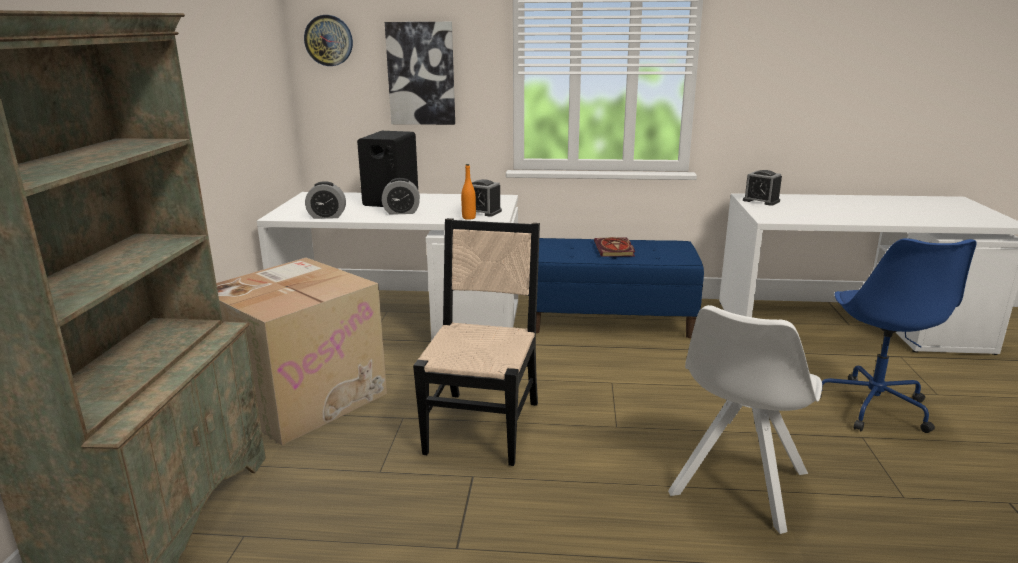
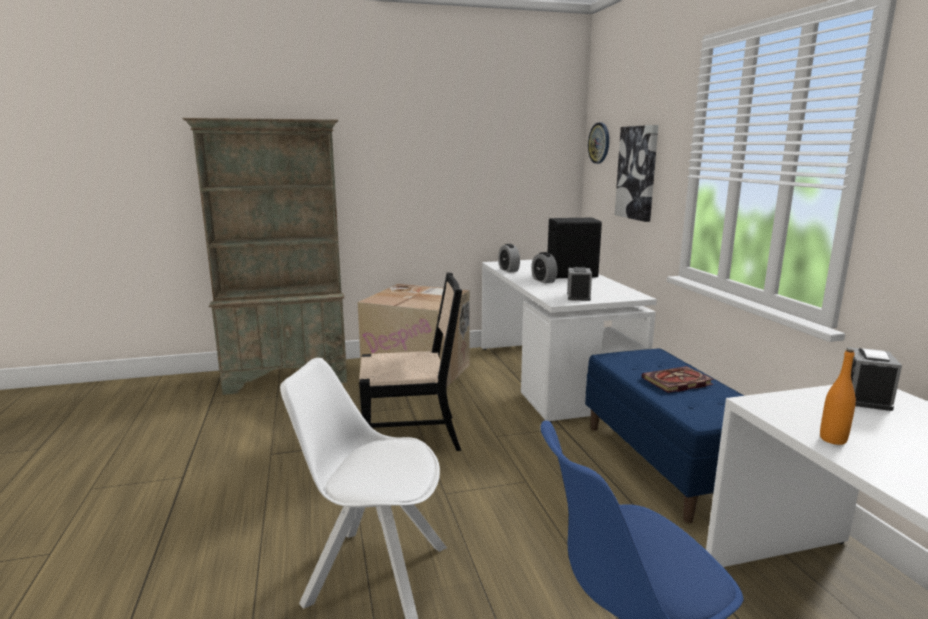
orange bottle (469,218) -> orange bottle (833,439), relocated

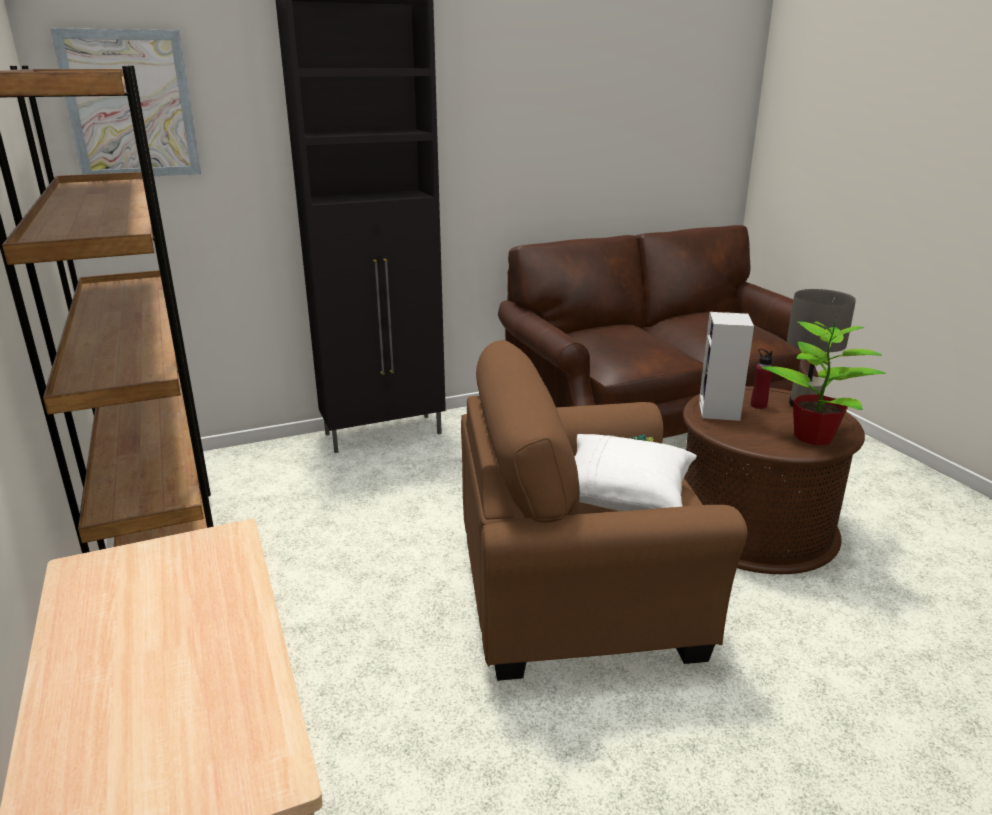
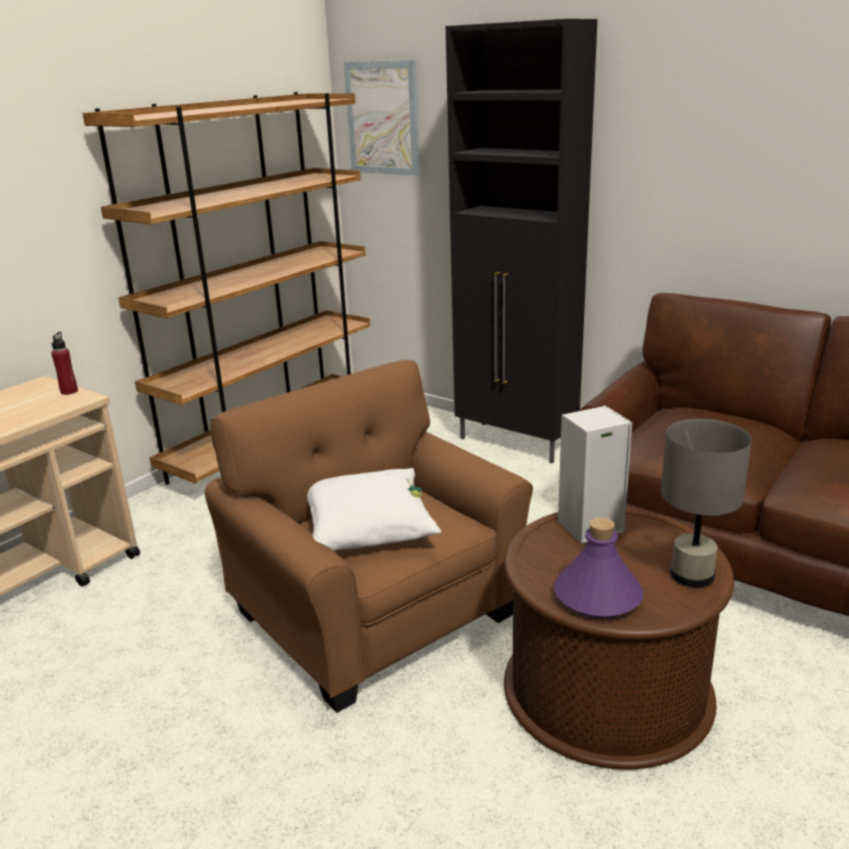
red bottle (758,405) -> red bottle (69,391), relocated
potted plant (815,437) -> purple bottle (596,596)

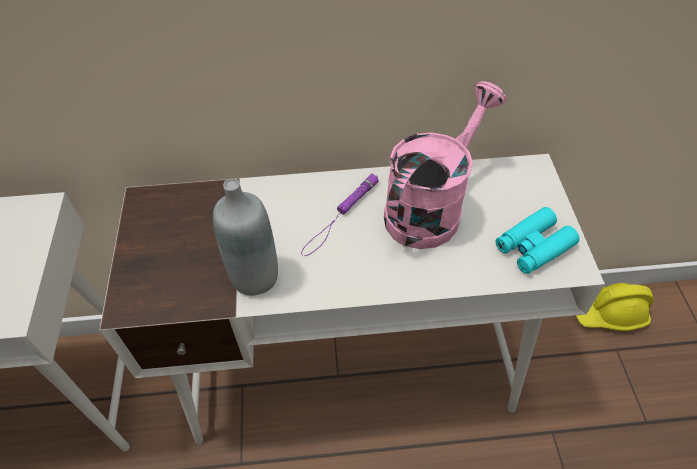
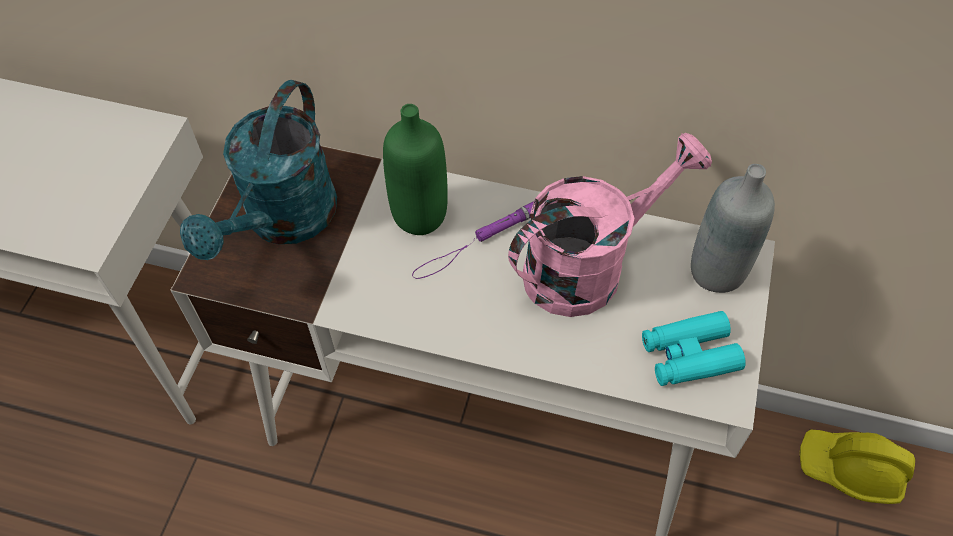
none -> turquoise watering can (283,222)
none -> green bottle (419,215)
grey bottle (255,277) -> grey bottle (716,271), relocated

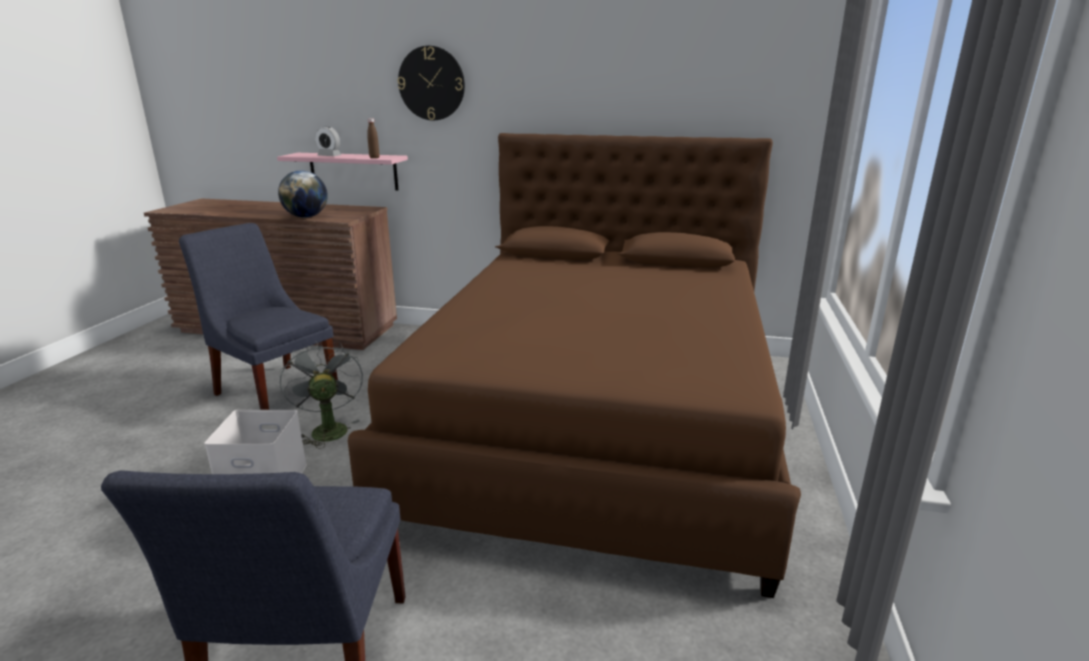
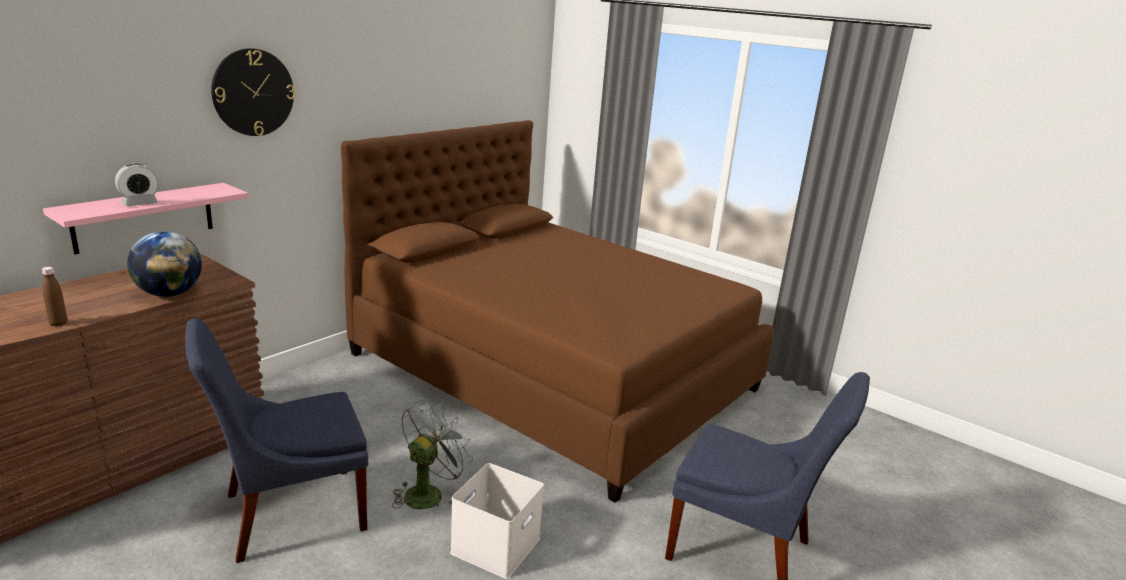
brown bottle (374,158) -> brown bottle (58,323), relocated
grey fan (327,429) -> grey fan (428,492), 120 degrees clockwise

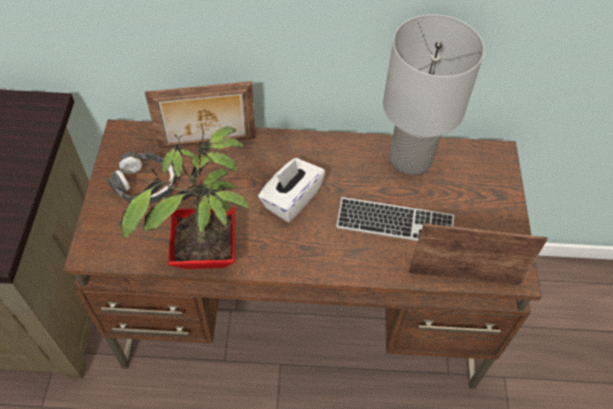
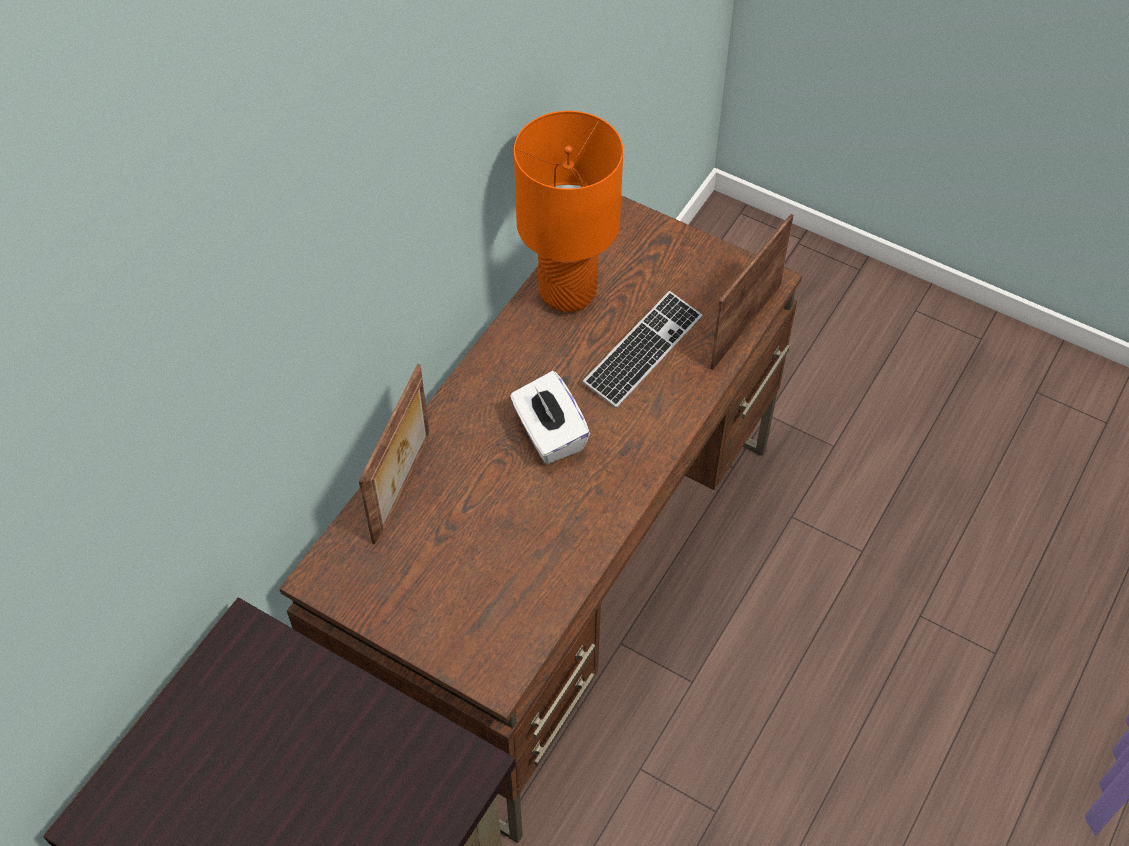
grey table lamp (410,162) -> orange table lamp (569,295)
headphones (145,184) -> none
potted plant (205,256) -> none

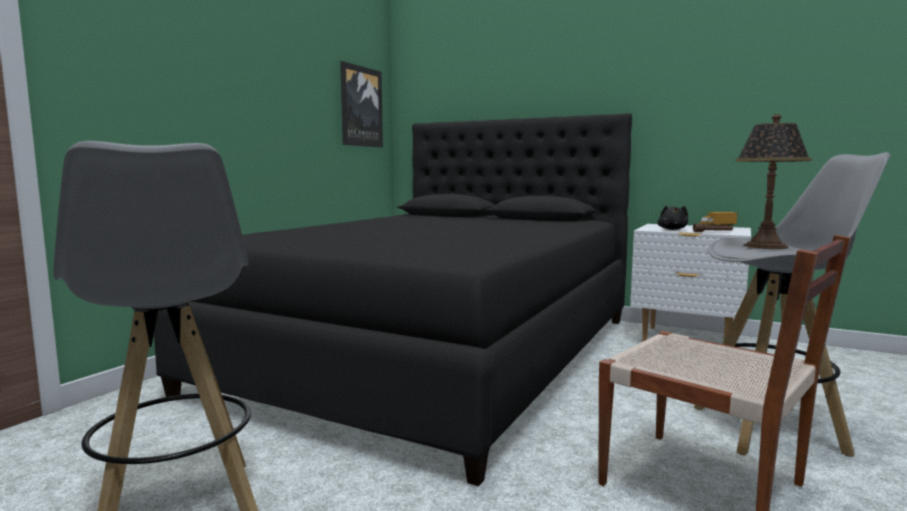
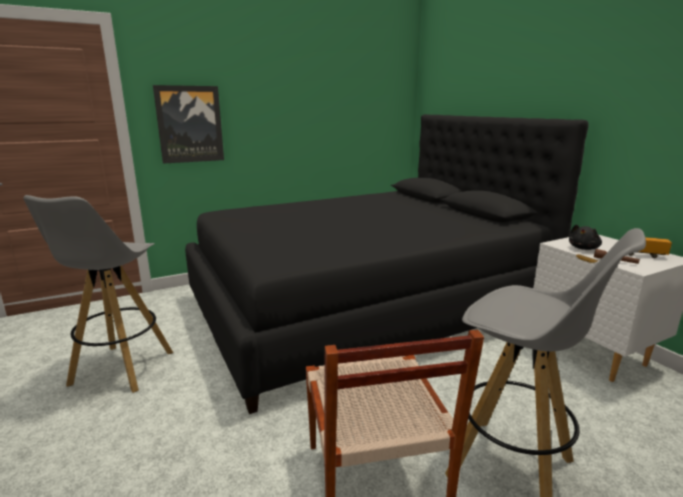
picture (360,107) -> picture (190,124), relocated
table lamp (765,246) -> none

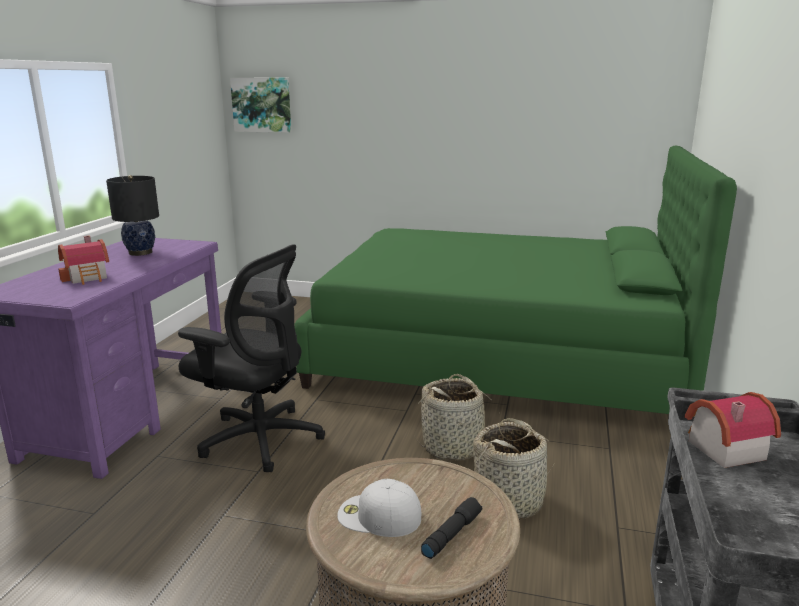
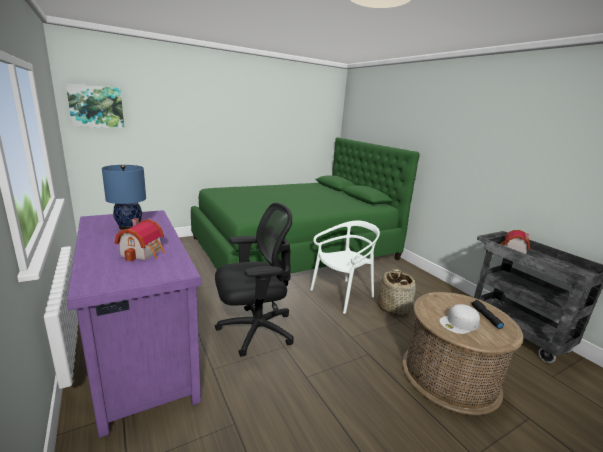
black table lamp (140,252) -> blue table lamp (129,227)
basket (453,447) -> white chair (342,295)

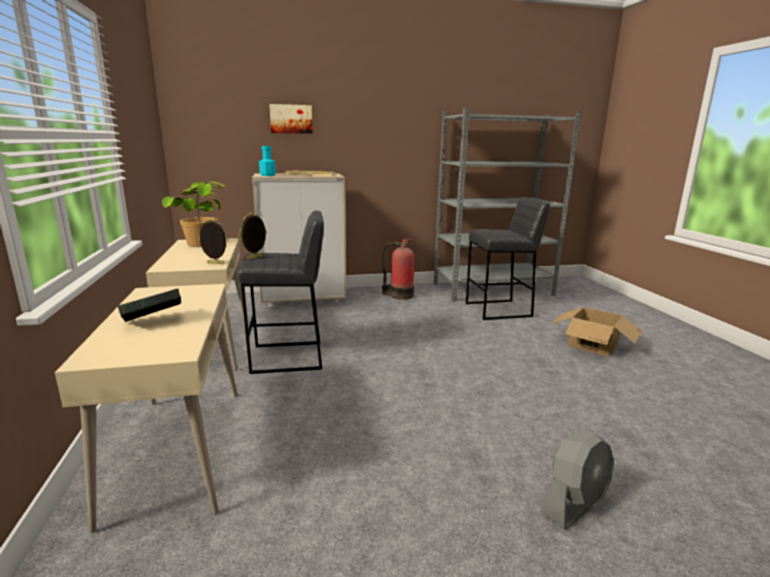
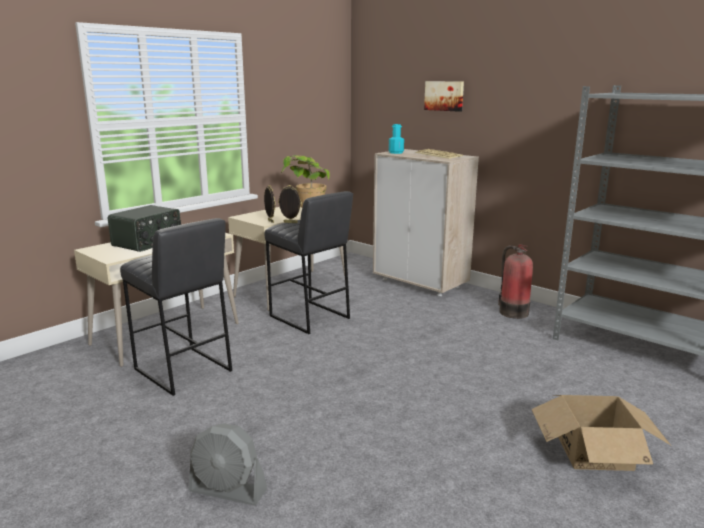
book (153,322) -> radio (148,243)
grey stool (499,310) -> grey stool (184,370), relocated

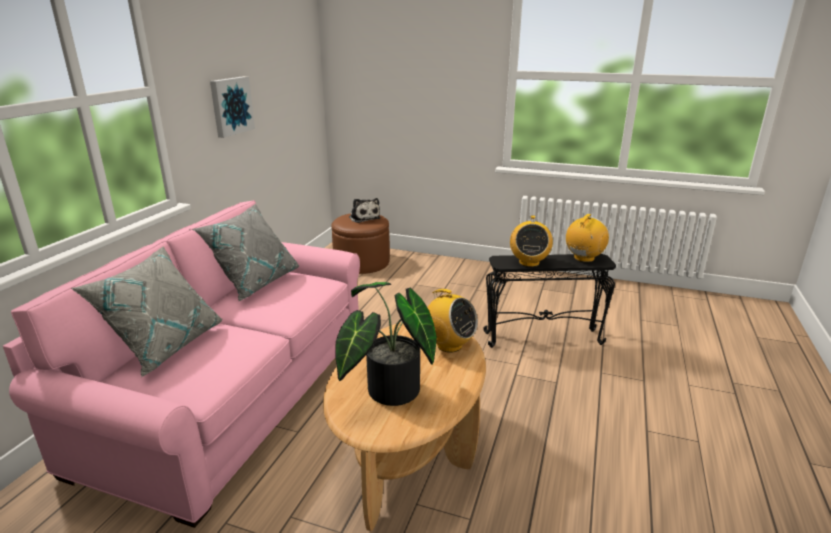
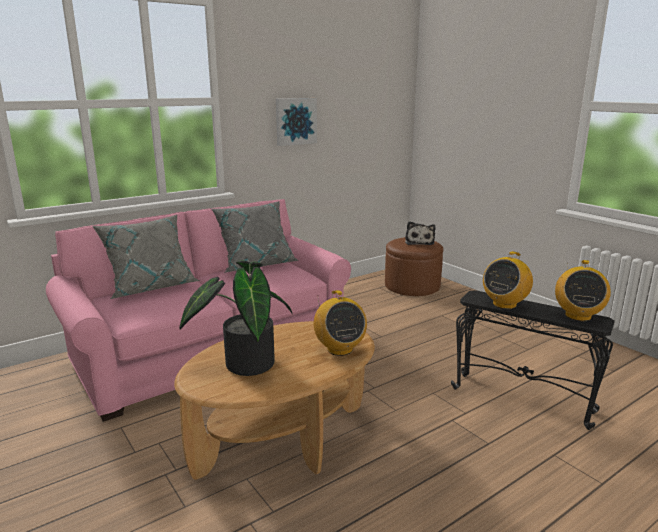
radio (584,258) -> radio (577,316), 120 degrees clockwise

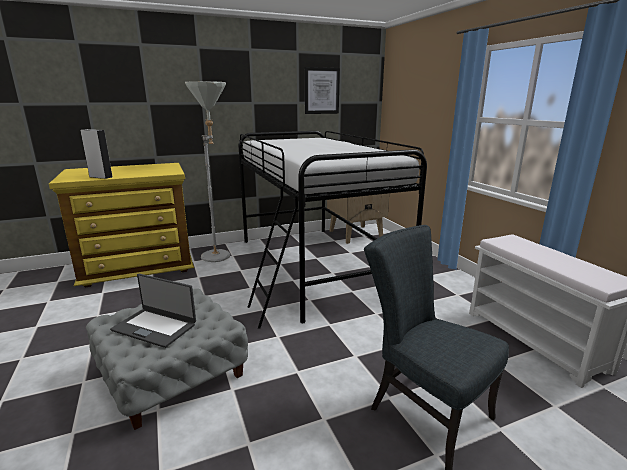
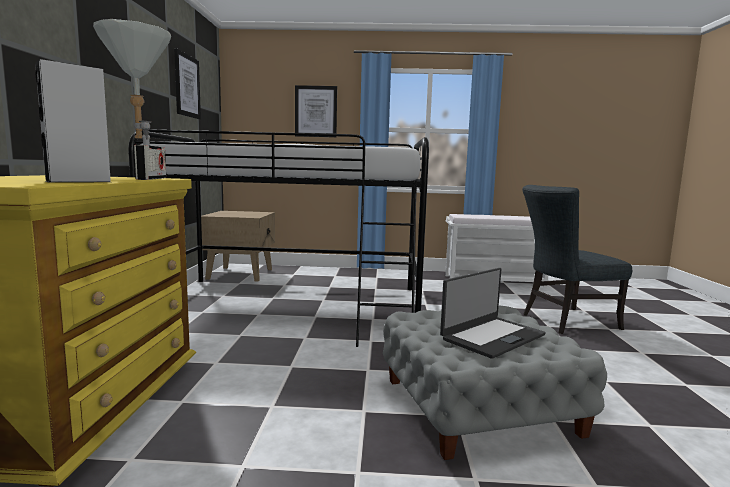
none -> radio (152,179)
none -> picture (316,111)

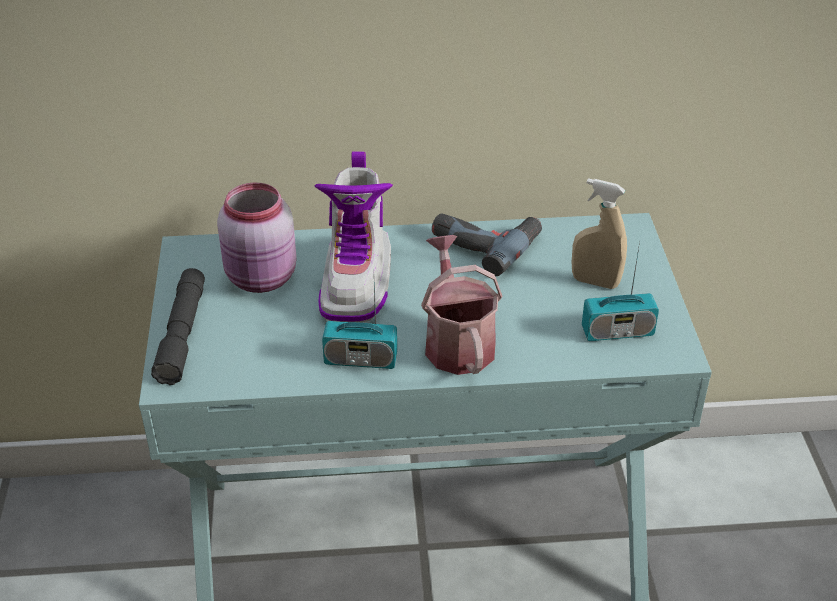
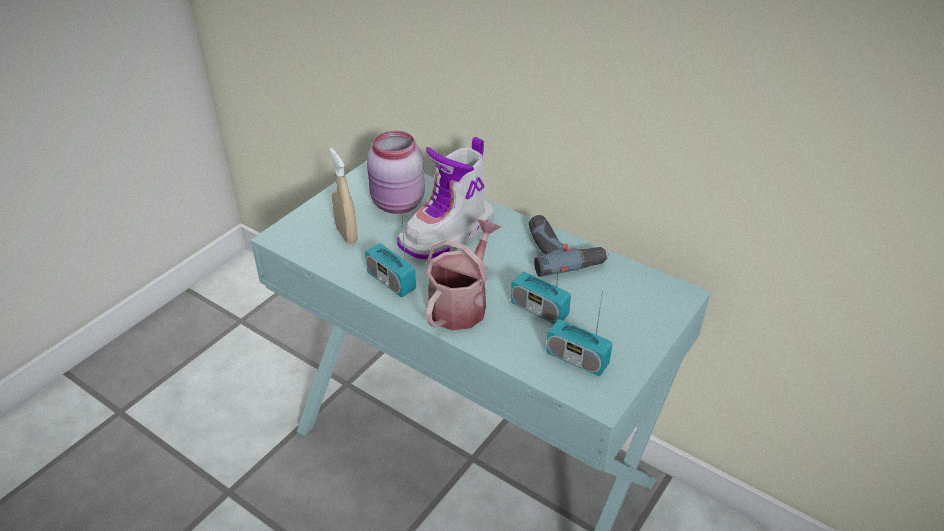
beige spray bottle (595,282) -> beige spray bottle (346,235), relocated
none -> radio (539,310)
grey flashlight (182,334) -> none

